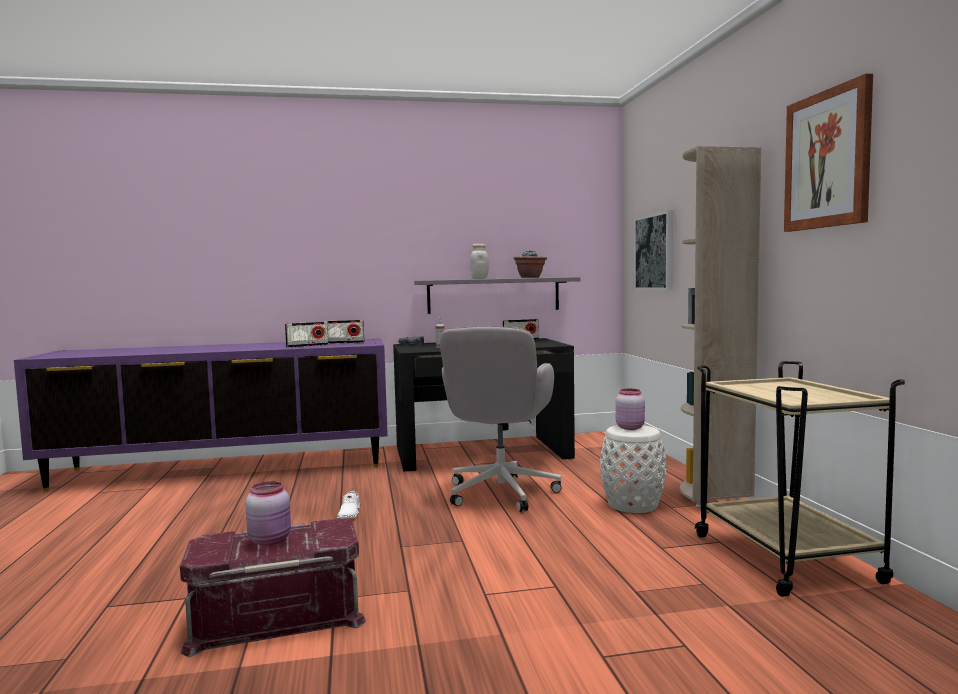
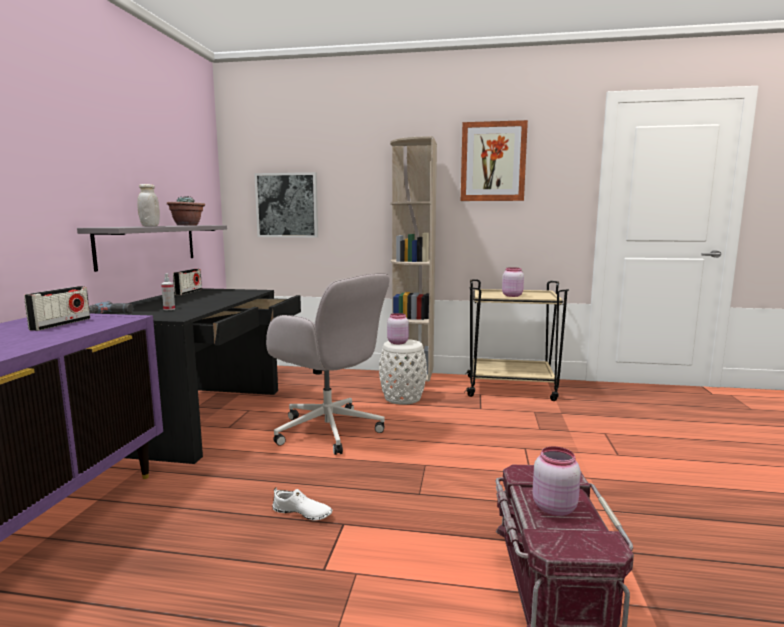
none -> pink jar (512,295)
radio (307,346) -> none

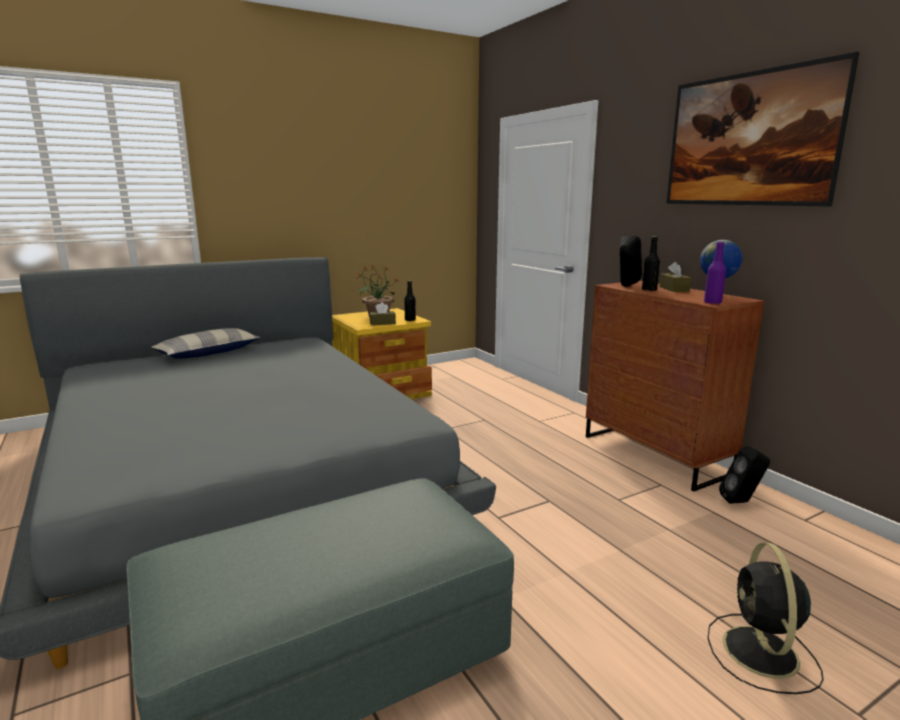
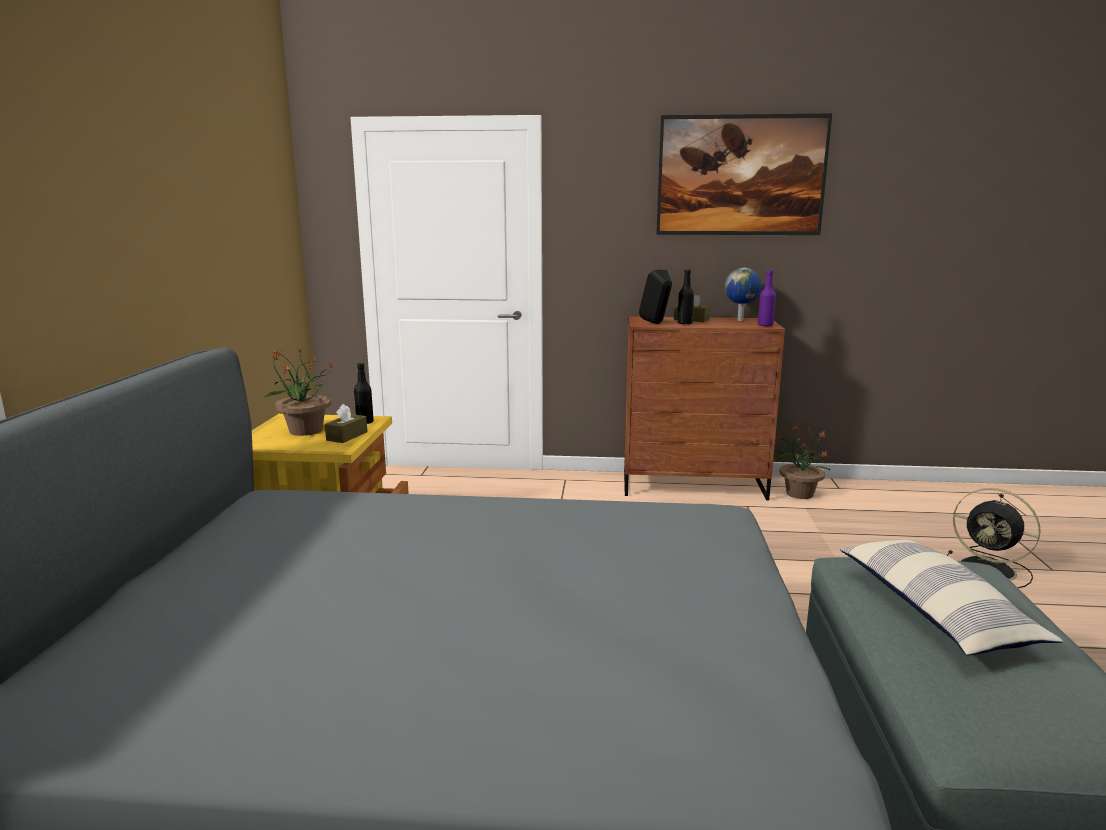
black speaker (741,502) -> potted plant (799,493)
pillow (208,353) -> pillow (933,611), relocated

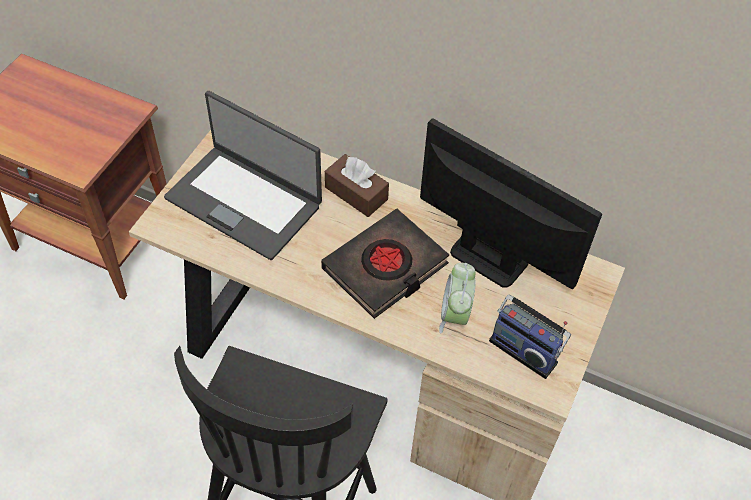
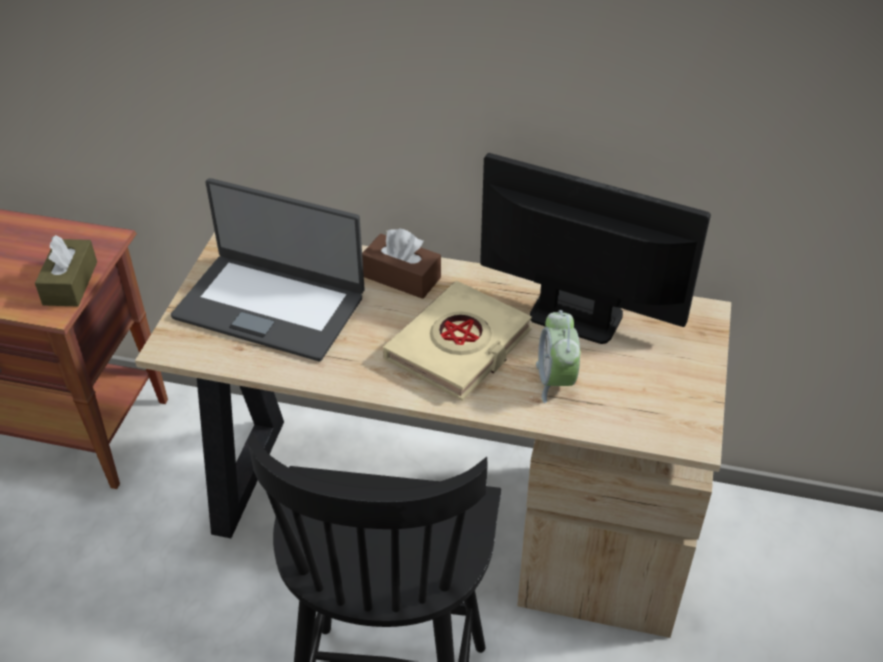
none -> brown tissue box (70,283)
black book (385,267) -> beige book (459,346)
radio (524,349) -> none

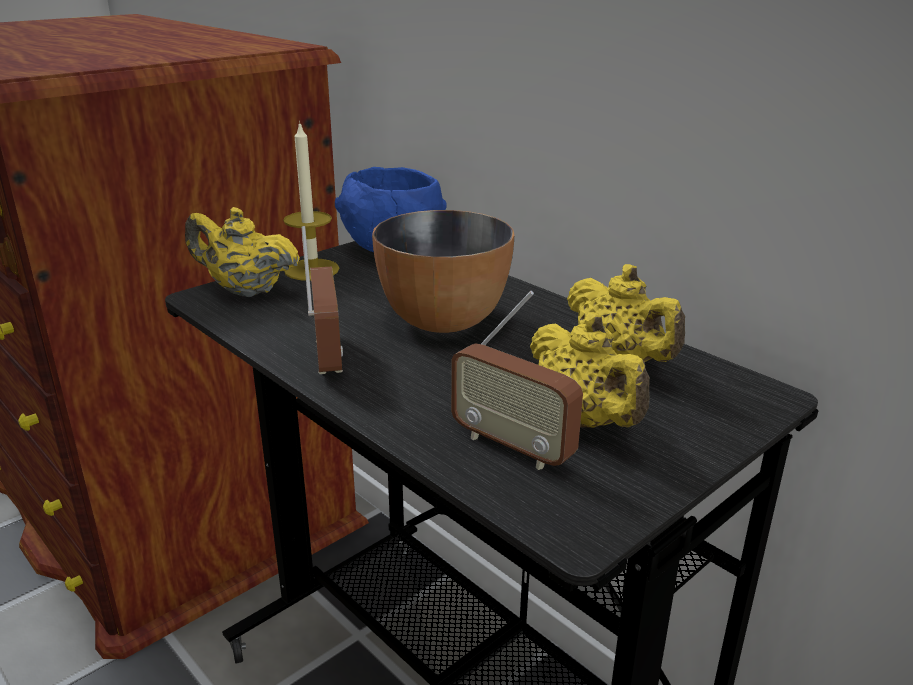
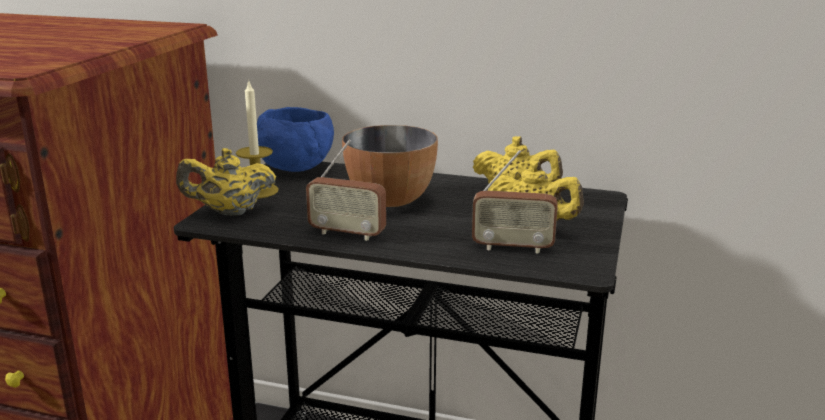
radio (327,356) -> radio (347,233), 150 degrees clockwise

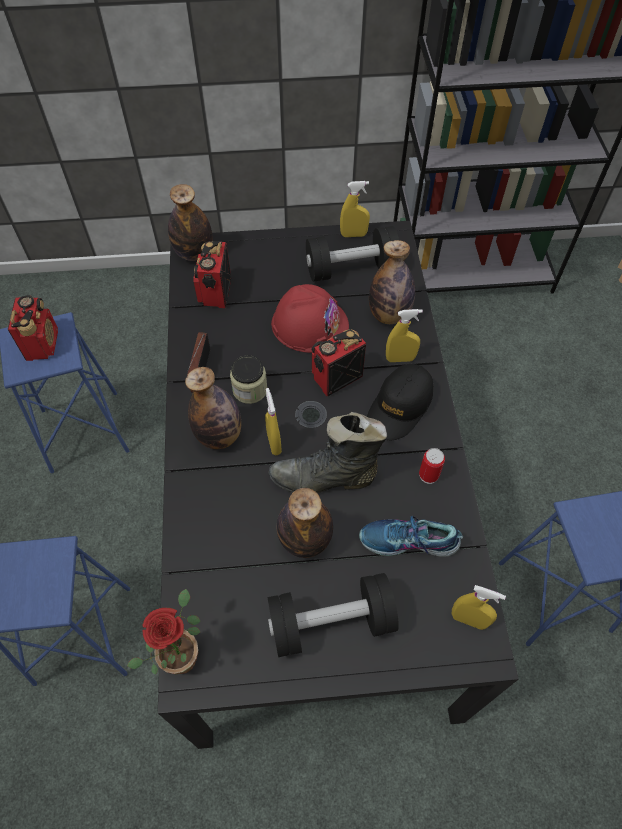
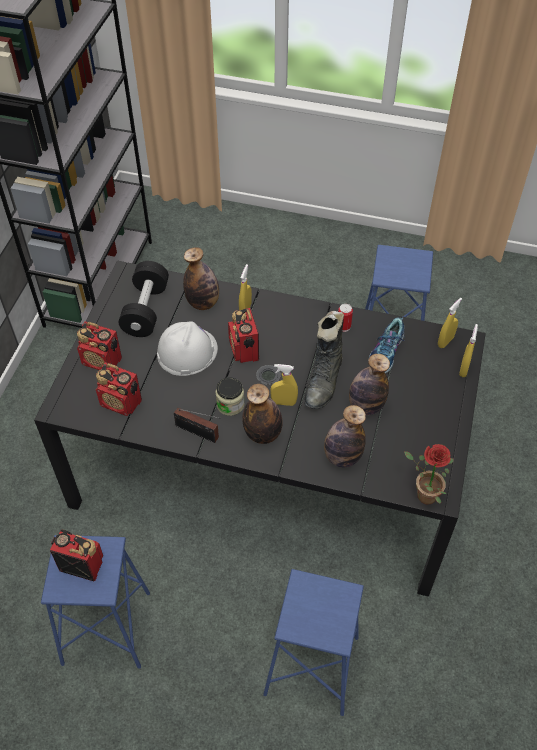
none -> radio (102,361)
red hard hat (309,324) -> white hard hat (187,351)
bottle (194,253) -> bottle (342,457), relocated
yellow spray bottle (353,235) -> yellow spray bottle (463,369), relocated
black dumbbell (331,622) -> none
black cap (399,407) -> none

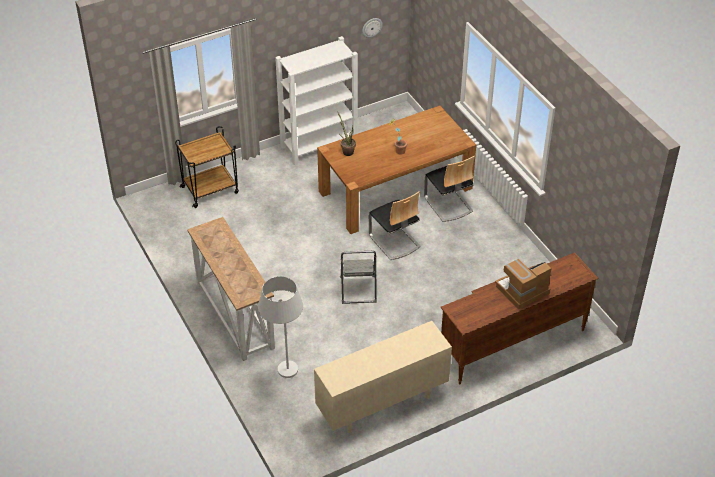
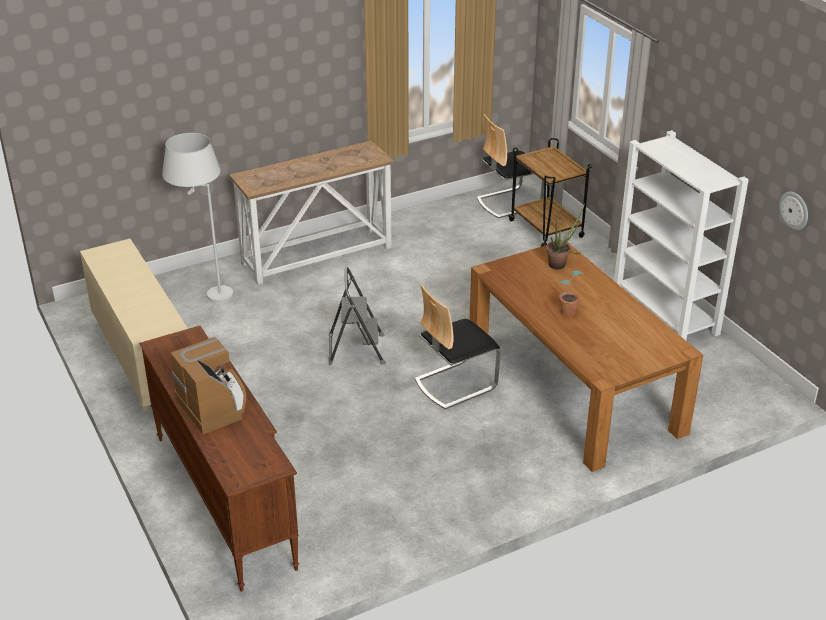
chair (448,204) -> chair (508,202), relocated

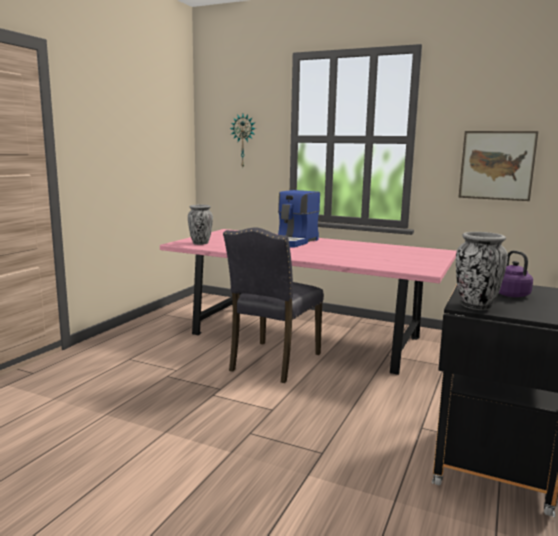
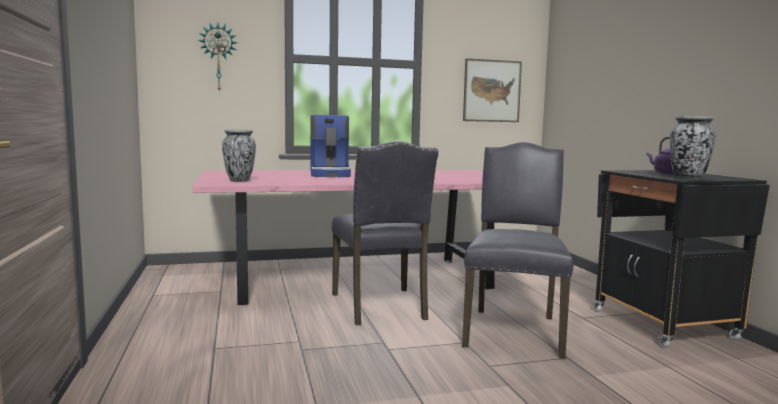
none -> grey chair (513,330)

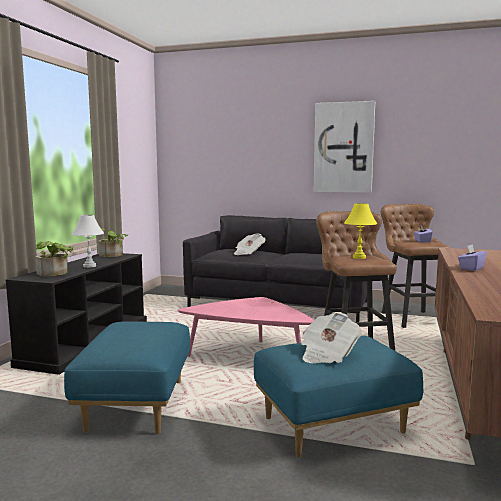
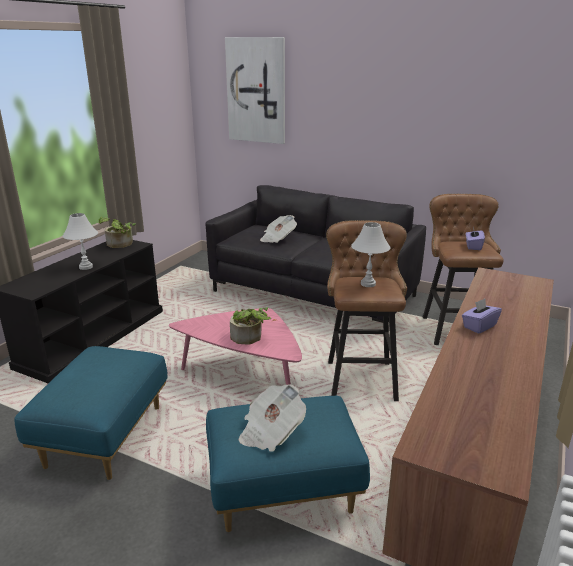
picture (343,148) -> picture (256,91), relocated
potted plant (55,273) -> potted plant (249,338), relocated
yellow table lamp (359,257) -> white table lamp (368,284)

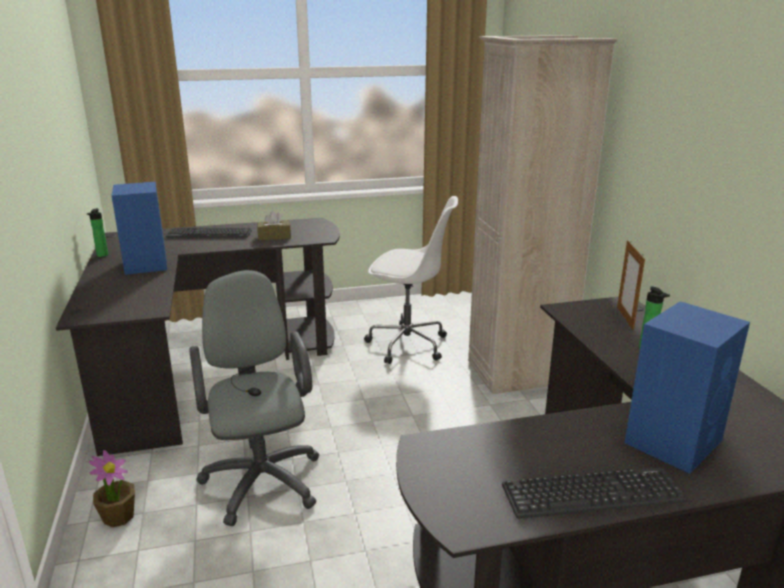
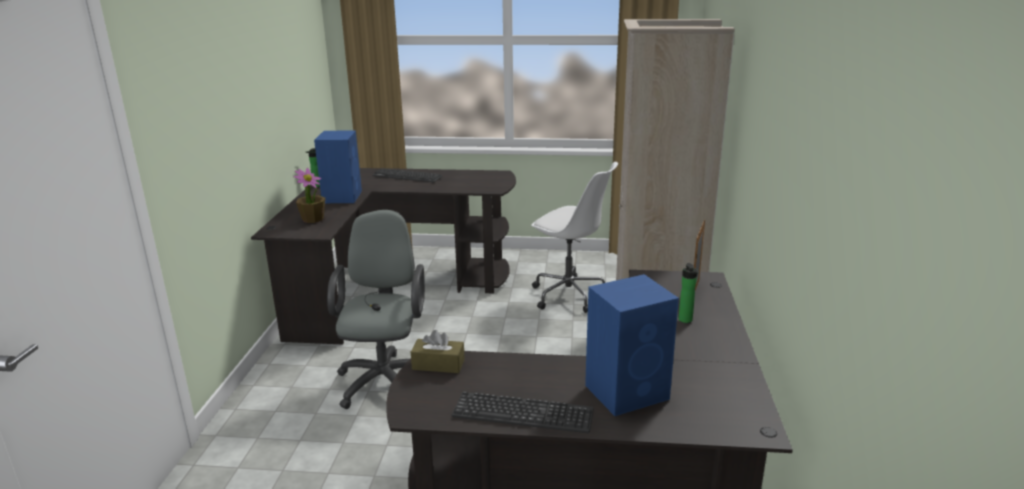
potted plant (118,516) -> potted plant (313,219), relocated
brown tissue box (274,237) -> brown tissue box (438,364), relocated

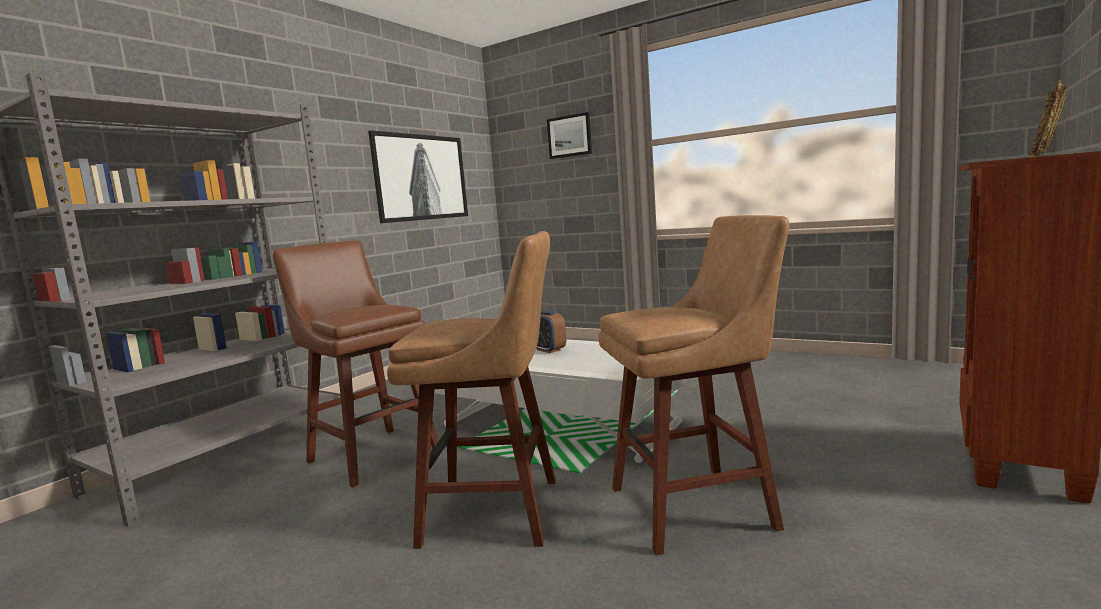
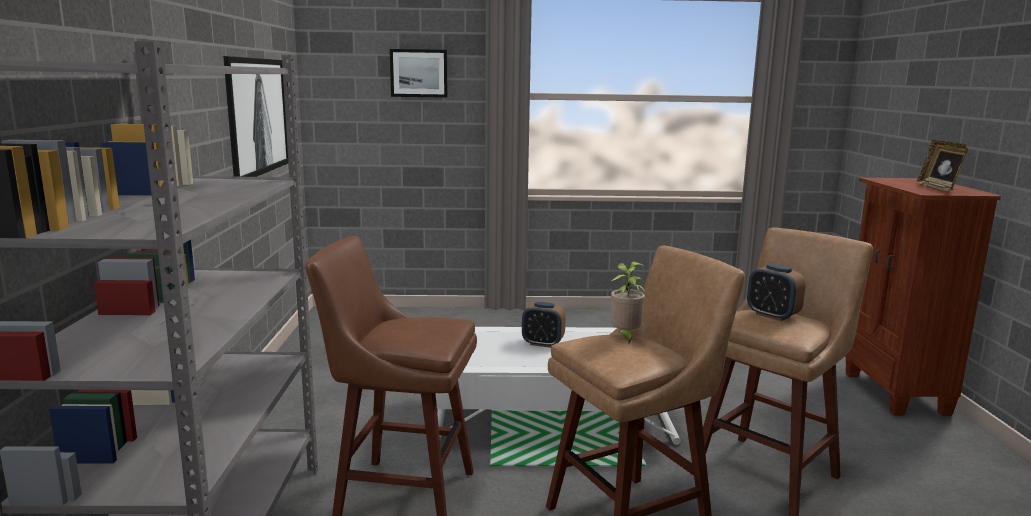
none -> potted plant (625,337)
none -> alarm clock (772,315)

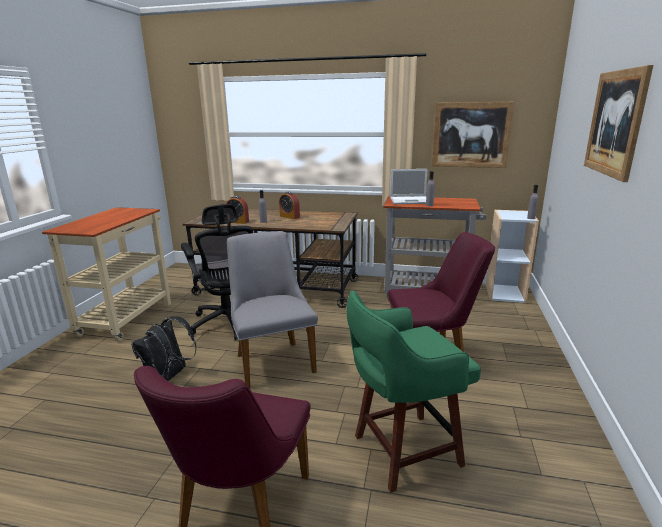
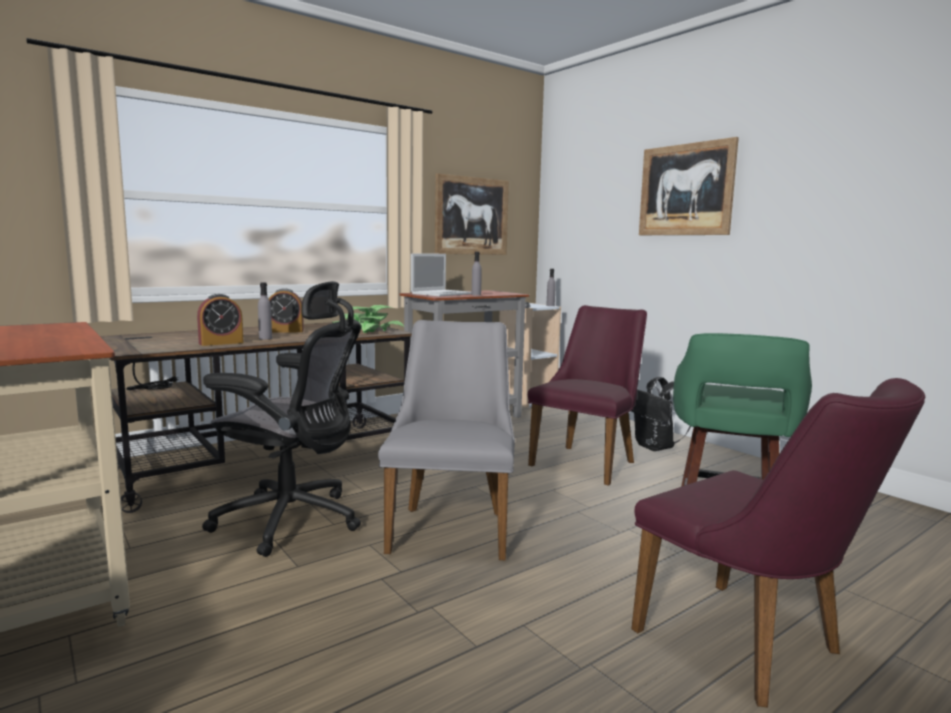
none -> potted plant (367,330)
grey chair (272,359) -> grey chair (452,526), 75 degrees clockwise
black backpack (168,377) -> black backpack (656,447), relocated

